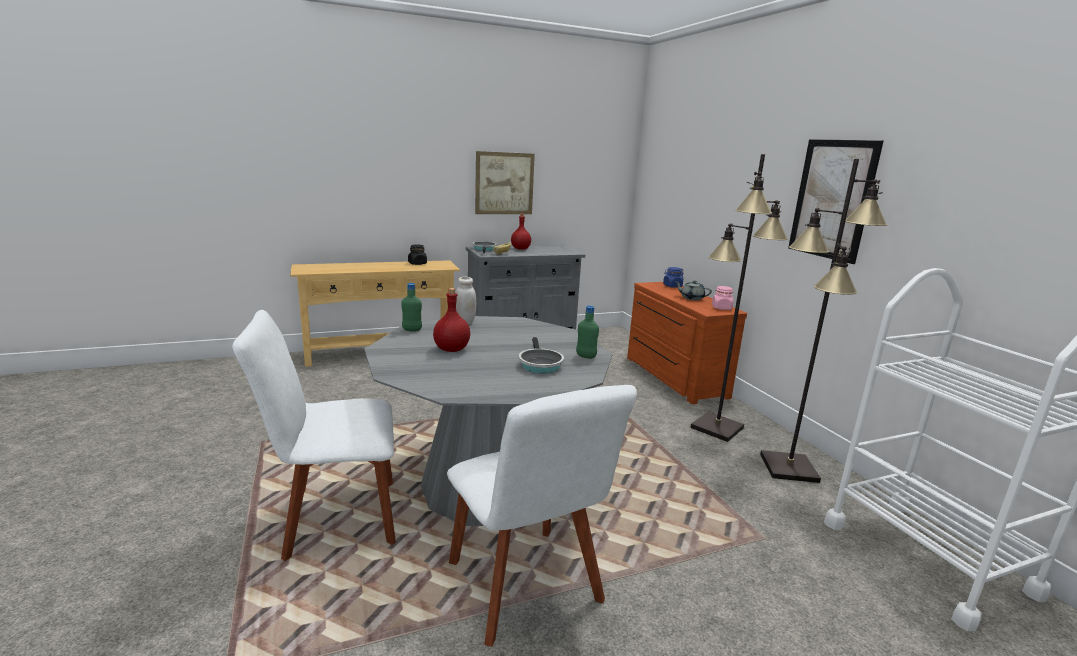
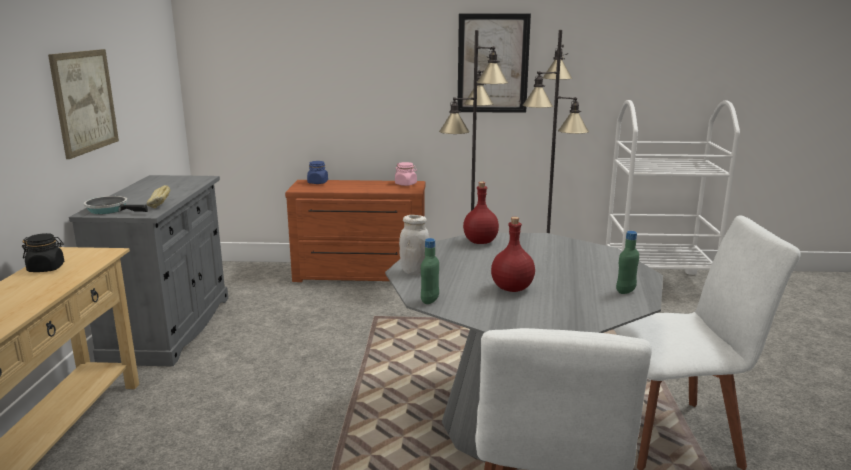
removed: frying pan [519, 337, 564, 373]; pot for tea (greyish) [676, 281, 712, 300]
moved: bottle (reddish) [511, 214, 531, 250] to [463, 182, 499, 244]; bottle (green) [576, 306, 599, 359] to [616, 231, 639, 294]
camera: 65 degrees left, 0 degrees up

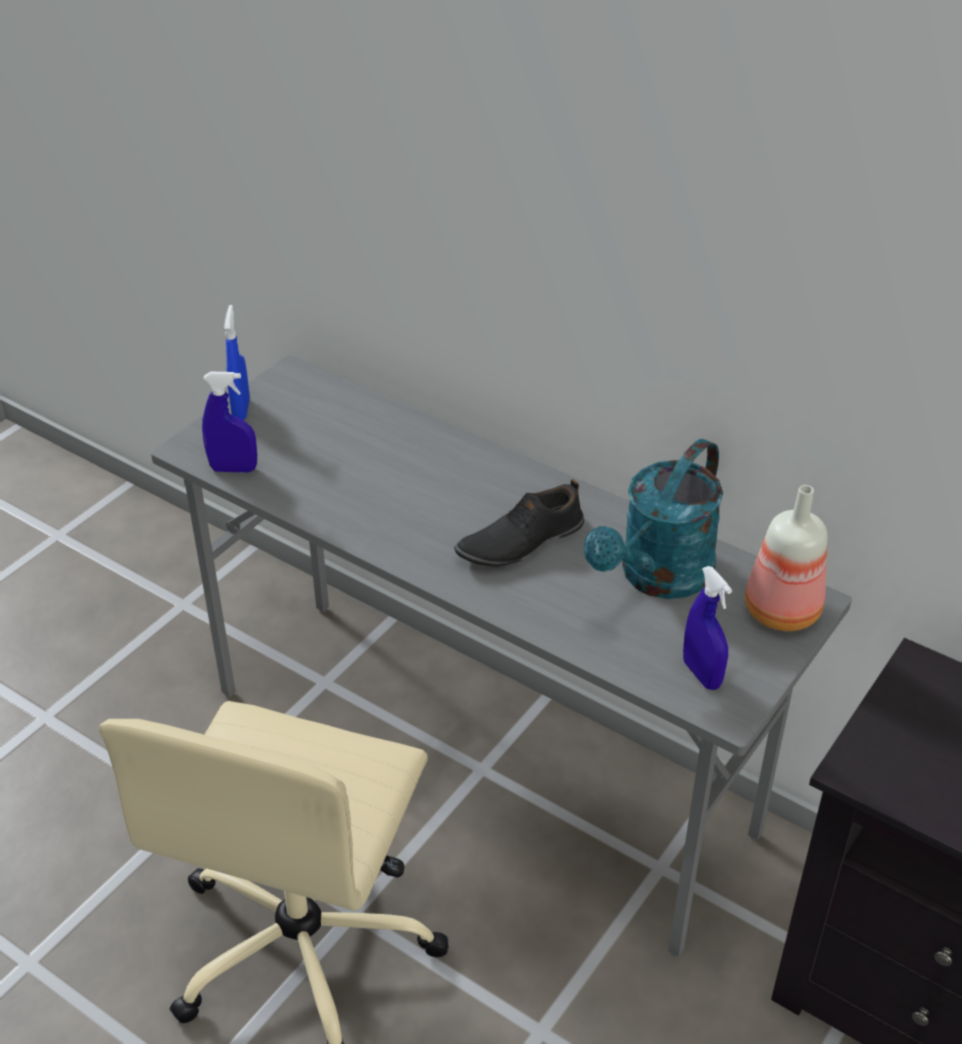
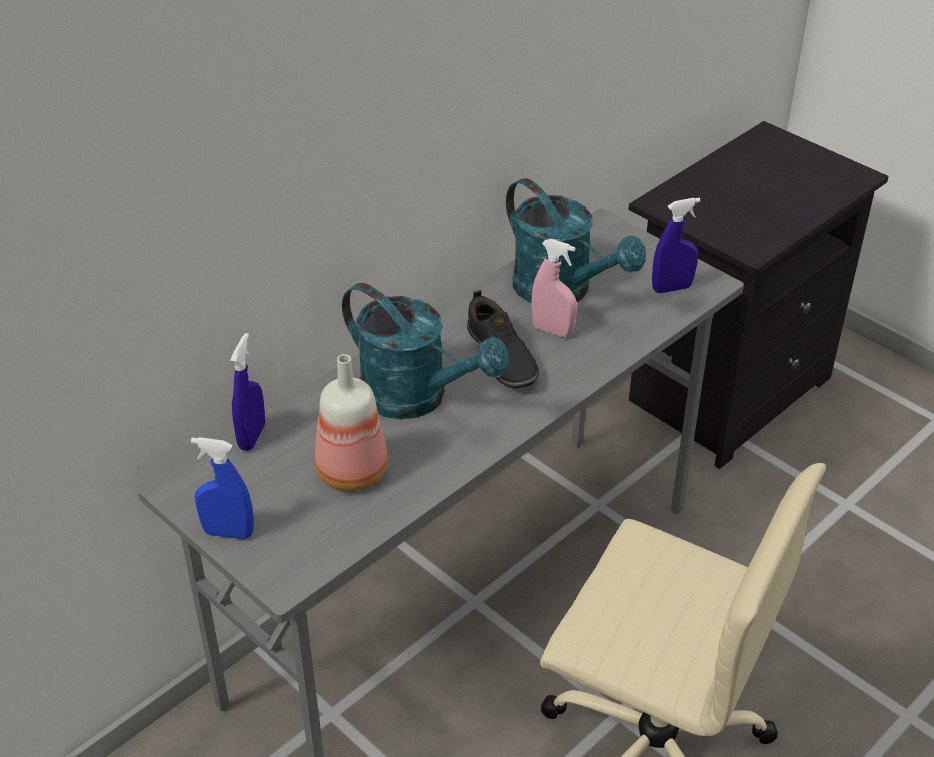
added: watering can (turquoise) [342, 283, 509, 419]; hand sprayer (pinkish) [532, 239, 577, 338]
moved: hand sprayer (blue) [202, 372, 257, 473] to [230, 333, 265, 451]; bottle [745, 485, 828, 631] to [315, 354, 388, 491]
camera: 80 degrees left, 0 degrees up

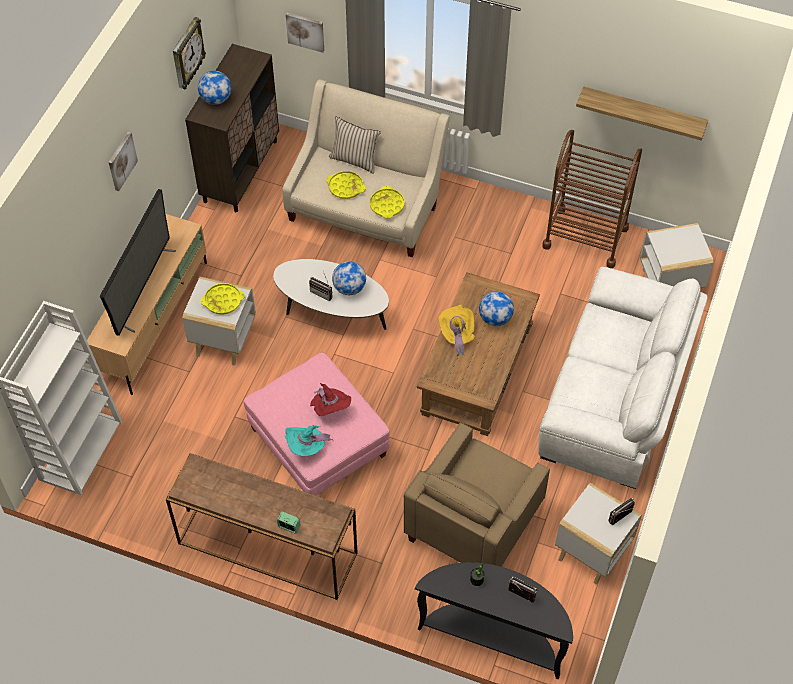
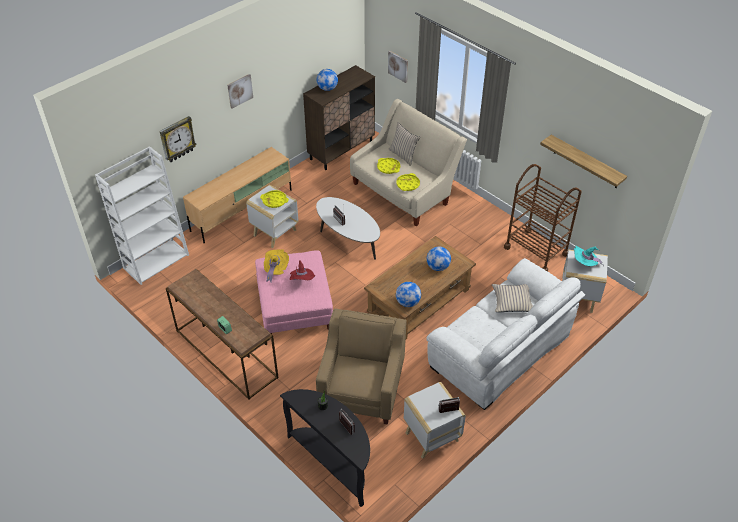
removed: TV set [100, 189, 176, 336]
added: throw pillow (sand-coloured) [492, 284, 533, 312]
moved: wall clock [173, 17, 206, 90] to [159, 116, 197, 162]; hat (turquoise) [285, 425, 332, 457] to [574, 246, 603, 266]; desk globe [332, 261, 366, 295] to [396, 282, 421, 307]; hat (yellow) [438, 305, 475, 356] to [264, 249, 289, 282]
turned: armchair (sand-coloured) [404, 422, 550, 566] = [316, 308, 407, 425] 135 degrees clockwise
camera: 25 degrees right, 10 degrees down

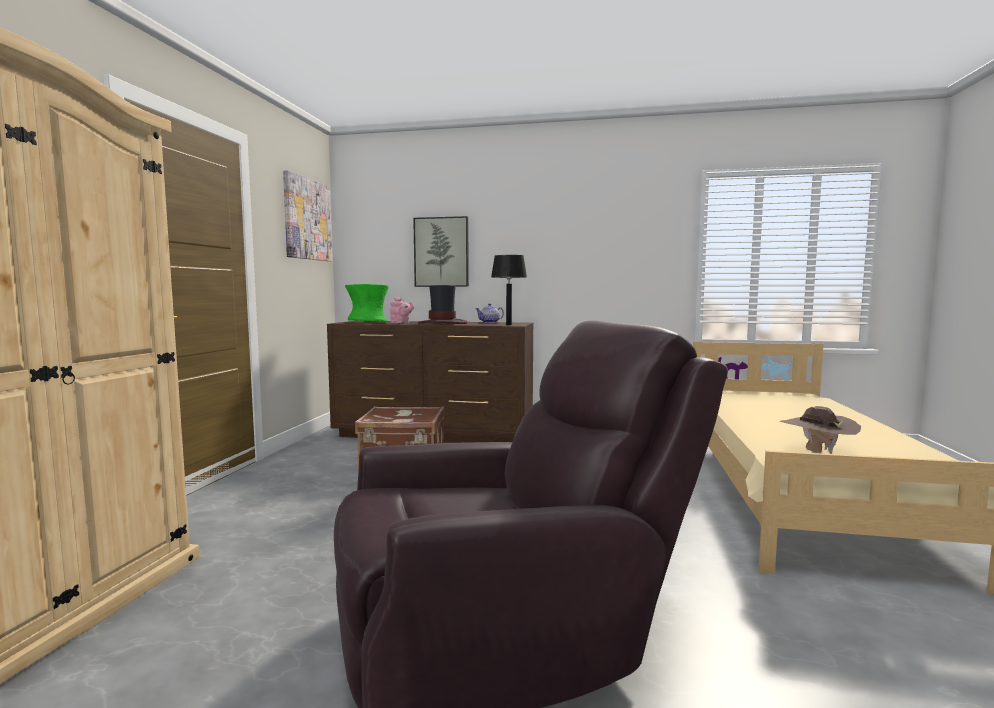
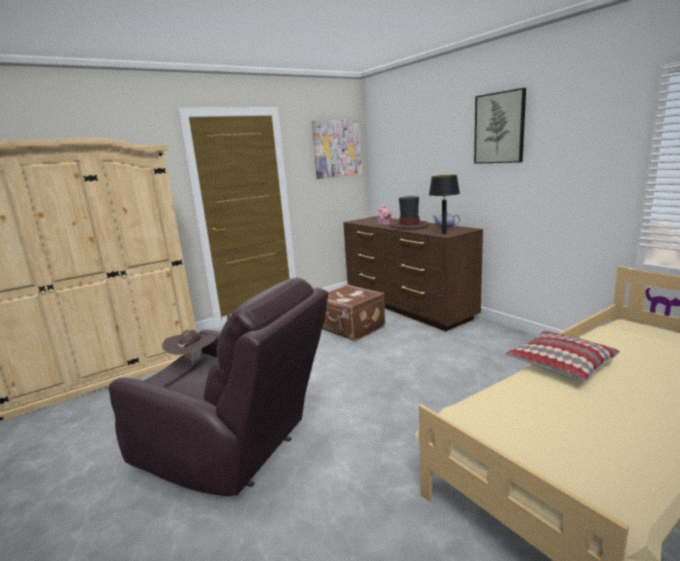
removed: flower vase (green) [345, 284, 389, 322]
added: throw pillow [506, 331, 620, 382]
moved: picture [413, 216, 469, 287] to [474, 88, 526, 164]; hat (brownish) [779, 406, 861, 454] to [162, 329, 216, 365]
camera: 45 degrees right, 10 degrees up

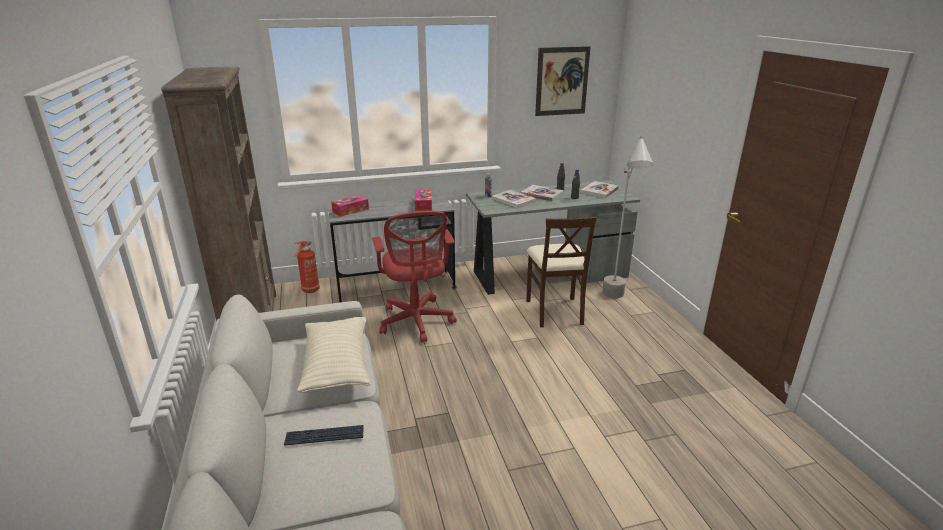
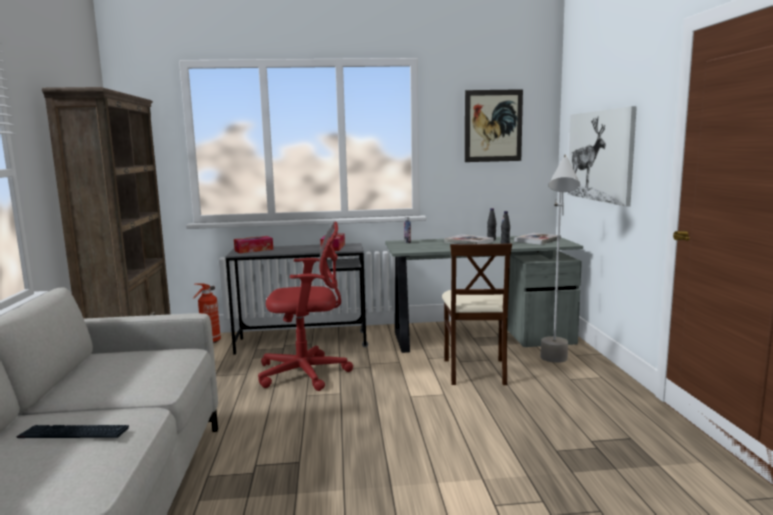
removed: throw pillow (sand-coloured) [297, 317, 370, 393]; book [492, 190, 536, 208]
added: picture [567, 106, 637, 207]
turned: office chair (reddish) [372, 211, 457, 343] = [258, 222, 353, 391] 90 degrees counterclockwise
camera: 10 degrees right, 15 degrees down

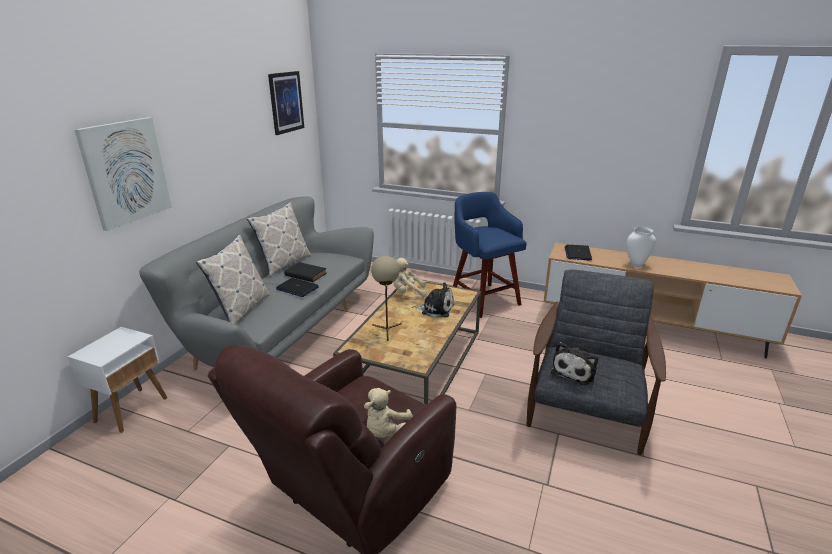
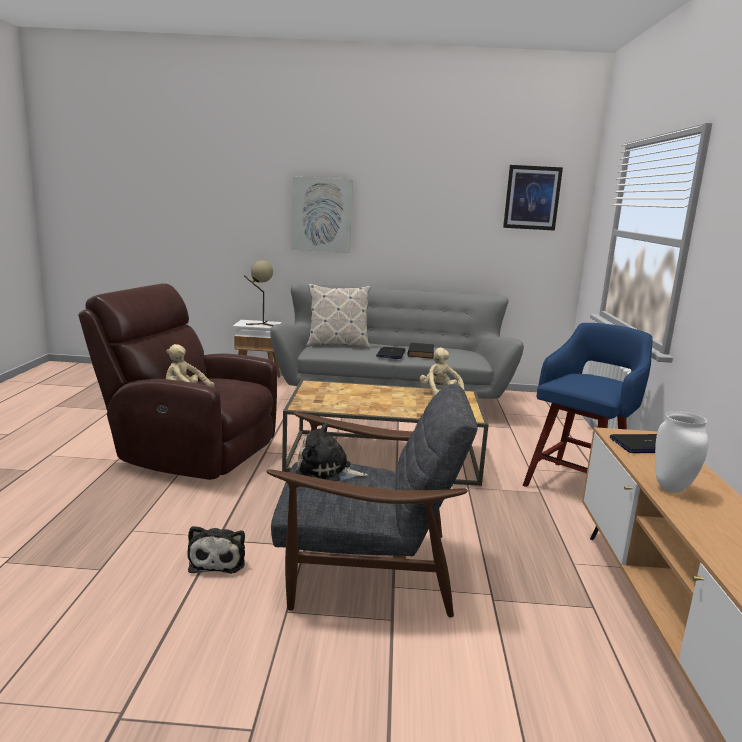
removed: throw pillow [247, 202, 311, 277]
moved: lamp for a table (sand-coloured) [371, 256, 402, 341] to [244, 260, 274, 326]; cuddly toy [412, 282, 454, 318] to [188, 526, 245, 574]
camera: 70 degrees right, 10 degrees down

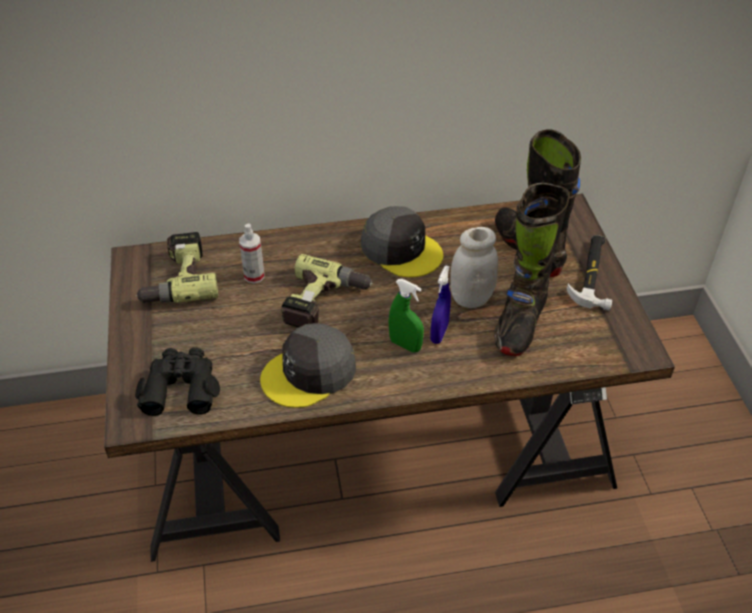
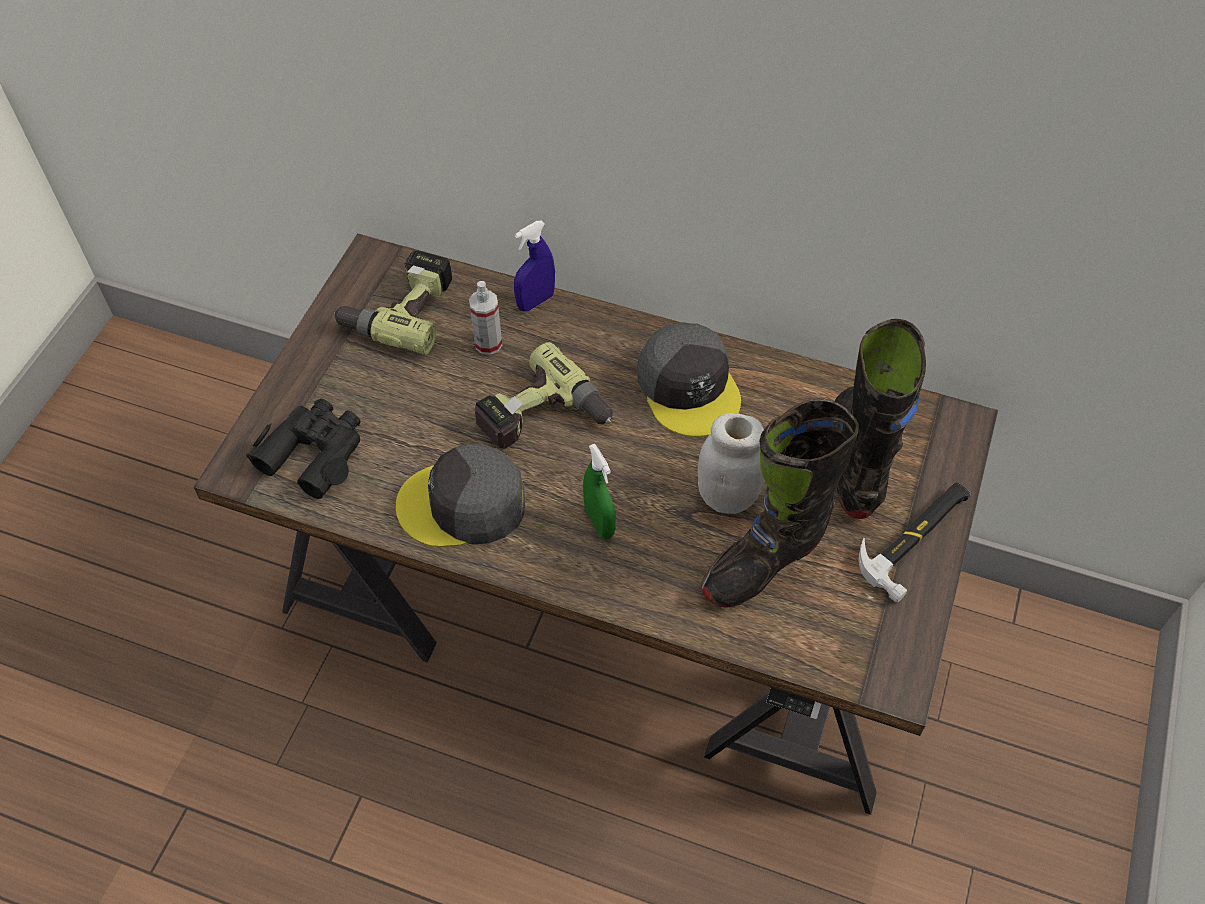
moved: hand sprayer (blue) [430, 265, 451, 344] to [514, 221, 555, 312]
camera: 30 degrees right, 10 degrees up

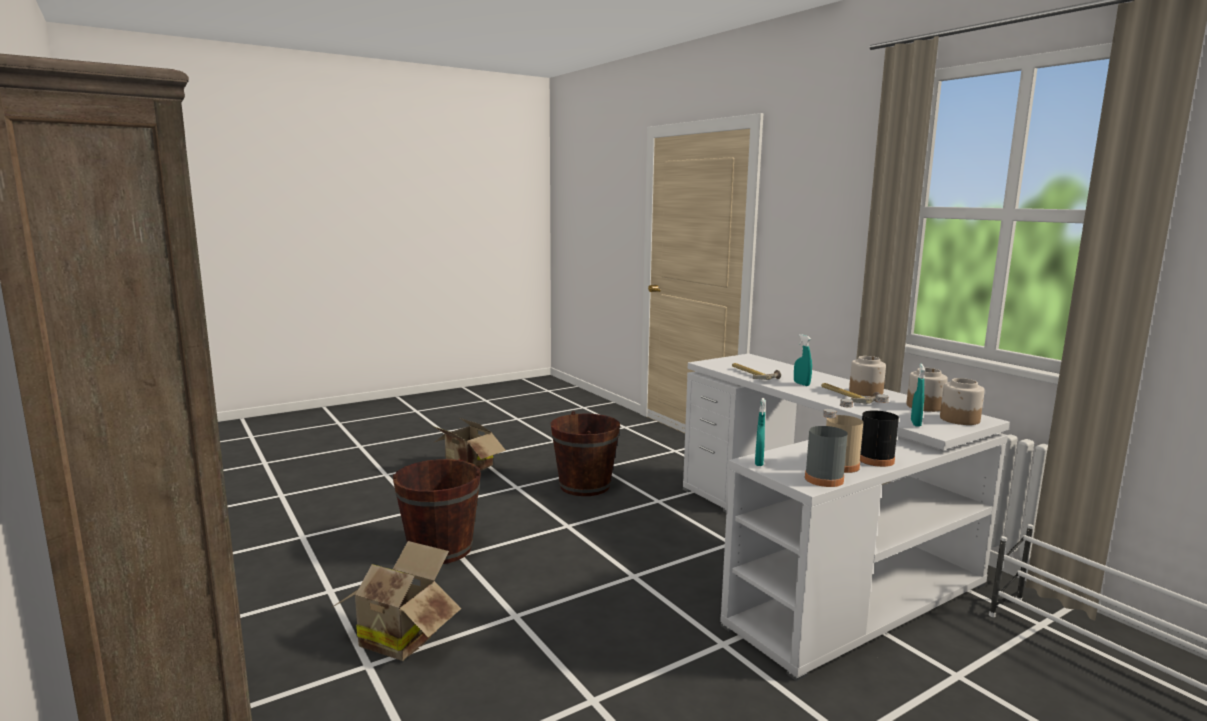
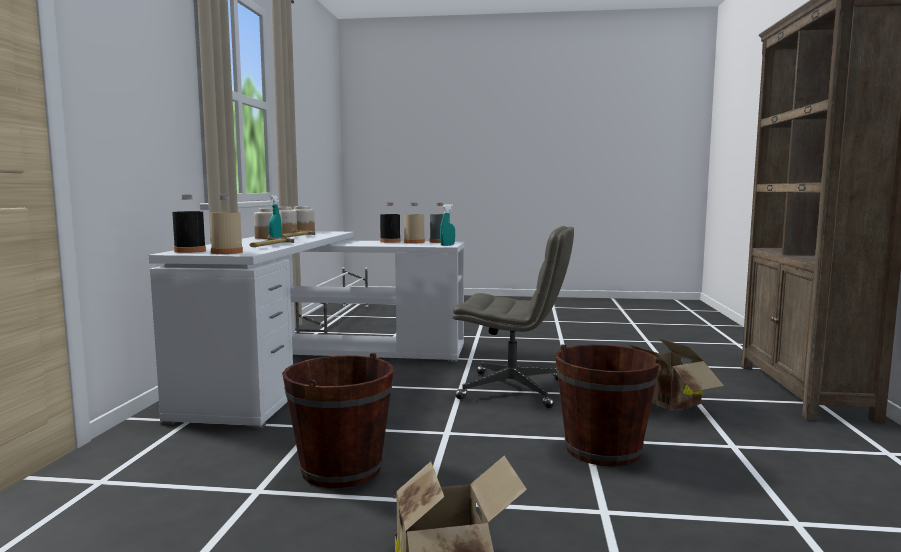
removed: hand sprayer (turquoise) [911, 364, 925, 427]
added: bottle (black) [172, 195, 206, 253]; bottle (sand-coloured) [210, 195, 243, 254]; office chair (greyish) [453, 226, 574, 408]
camera: 140 degrees left, 5 degrees down

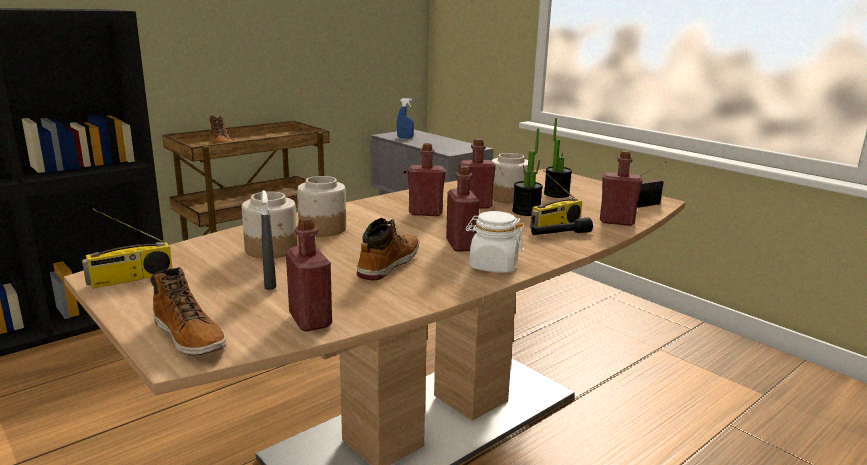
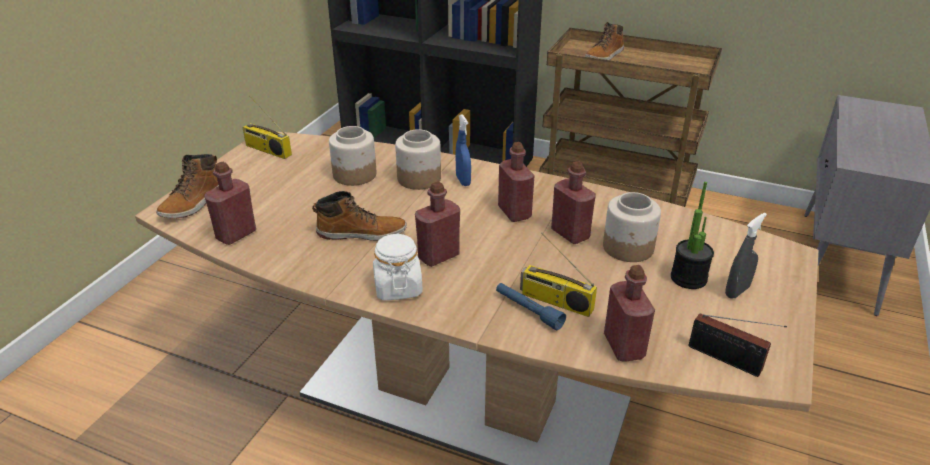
removed: plant in a pot [512, 128, 543, 216]
moved: hand sprayer (greyish) [261, 190, 276, 290] to [725, 213, 767, 299]; hand sprayer (blue) [397, 98, 414, 138] to [456, 114, 471, 186]
recoloured: hand torch (black) [531, 217, 593, 235] to hand torch (blue) [496, 283, 566, 330]
camera: 65 degrees right, 15 degrees up

